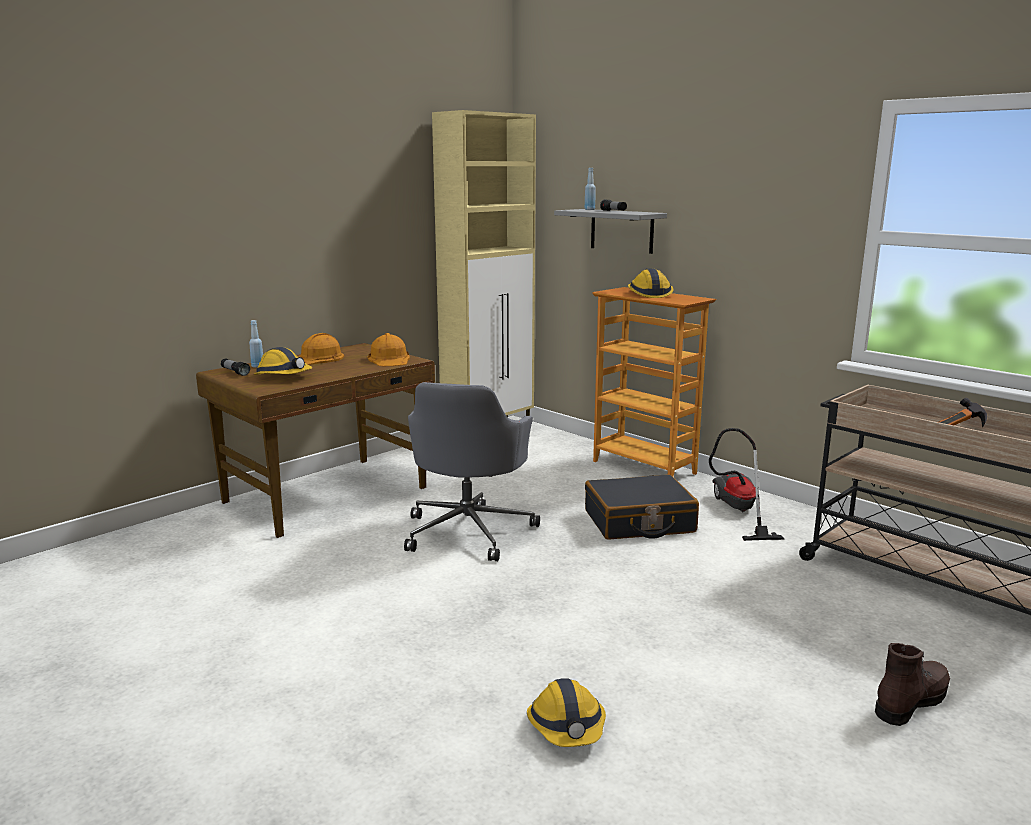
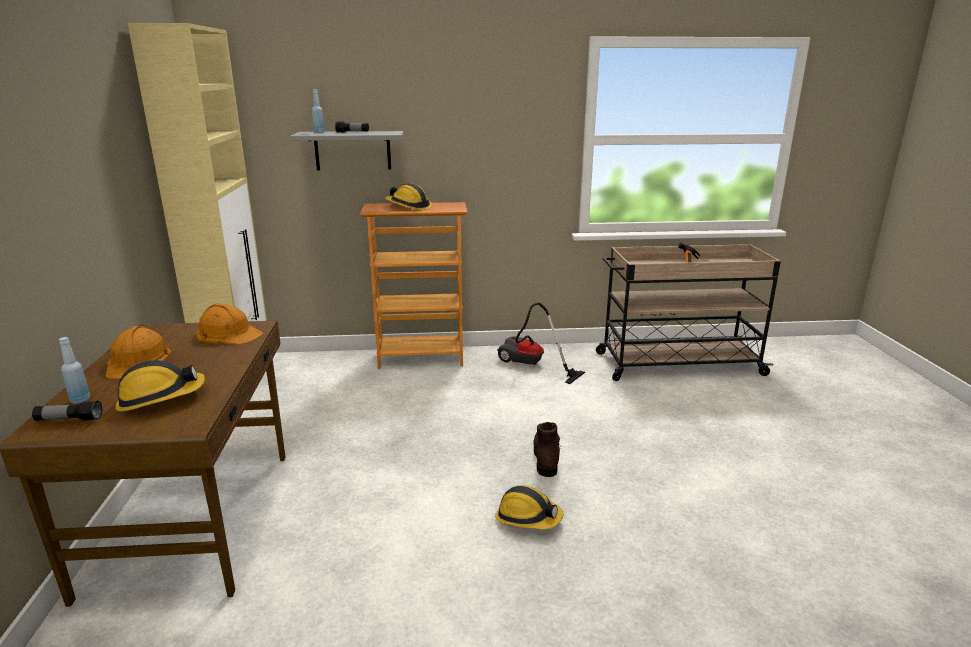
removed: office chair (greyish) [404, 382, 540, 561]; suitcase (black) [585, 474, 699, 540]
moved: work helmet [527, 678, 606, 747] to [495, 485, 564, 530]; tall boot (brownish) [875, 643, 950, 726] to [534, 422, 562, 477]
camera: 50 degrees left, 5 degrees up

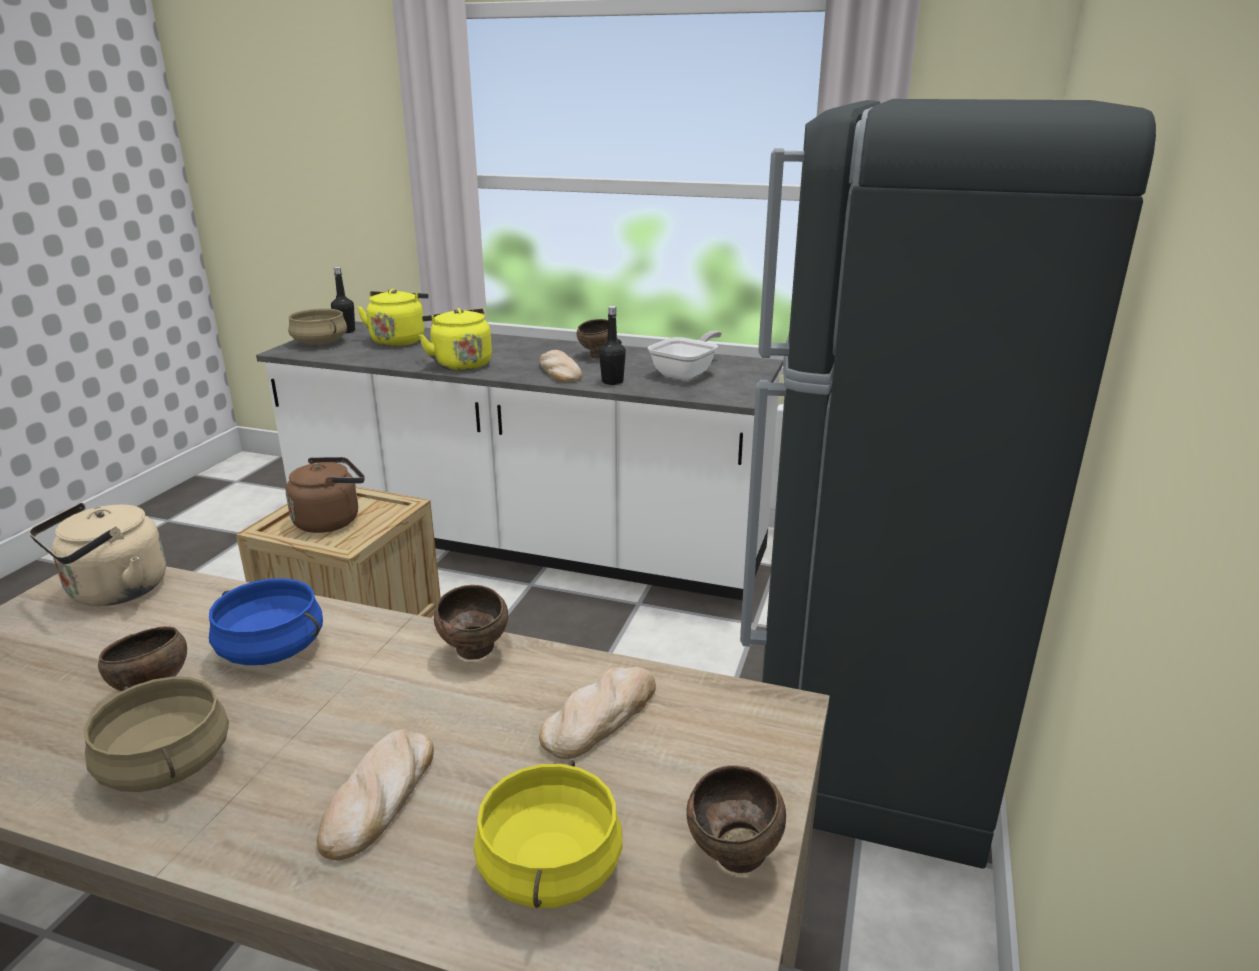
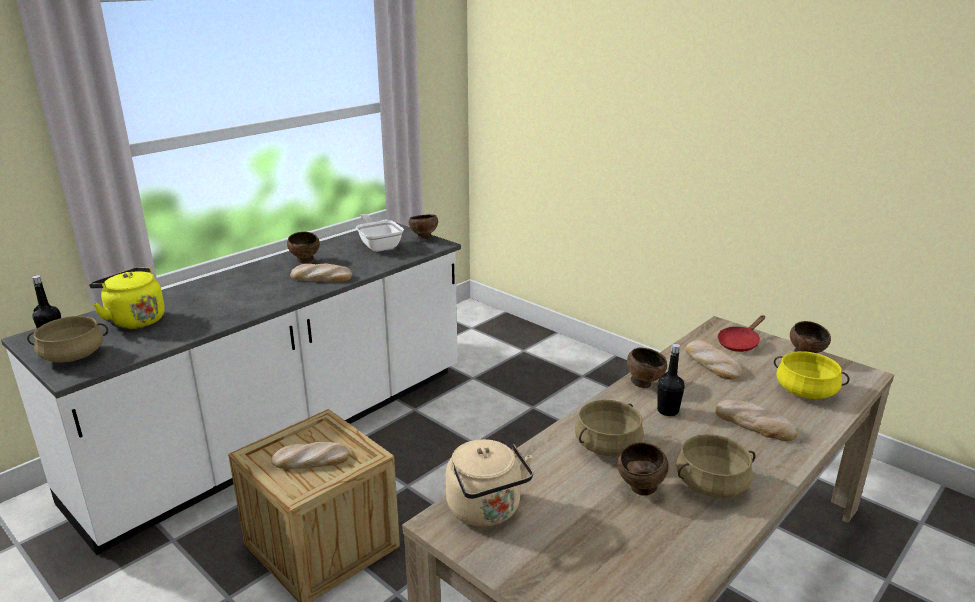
removed: water kettle (yellow) [419, 308, 492, 371]; kitchen fridge (black) [740, 99, 1156, 869]
added: bowl (brownish) [409, 214, 438, 240]; frying pan (reddish) [718, 315, 765, 352]
moved: bottle (black) [599, 306, 626, 385] to [657, 344, 685, 416]
replaced: water kettle (brownish) [286, 457, 364, 533] to bakery bread [271, 442, 349, 469]
recoloured: cooking pot (blue) [209, 578, 323, 665] to cooking pot (sand-coloured) [575, 400, 644, 456]
camera: 65 degrees left, 0 degrees up

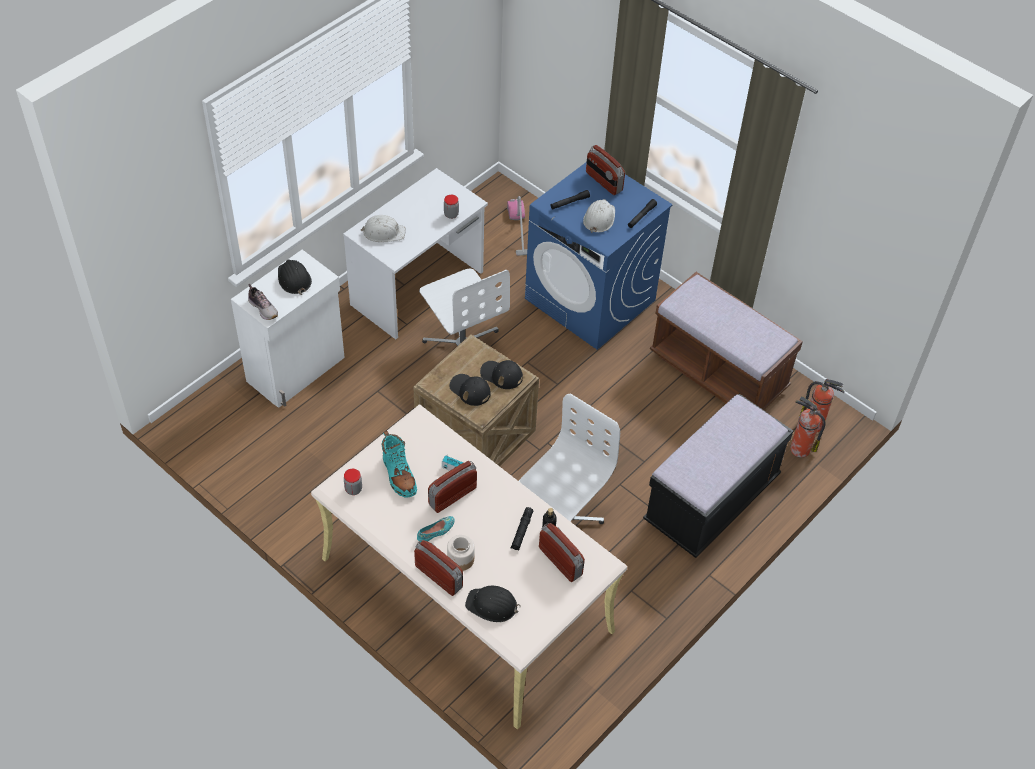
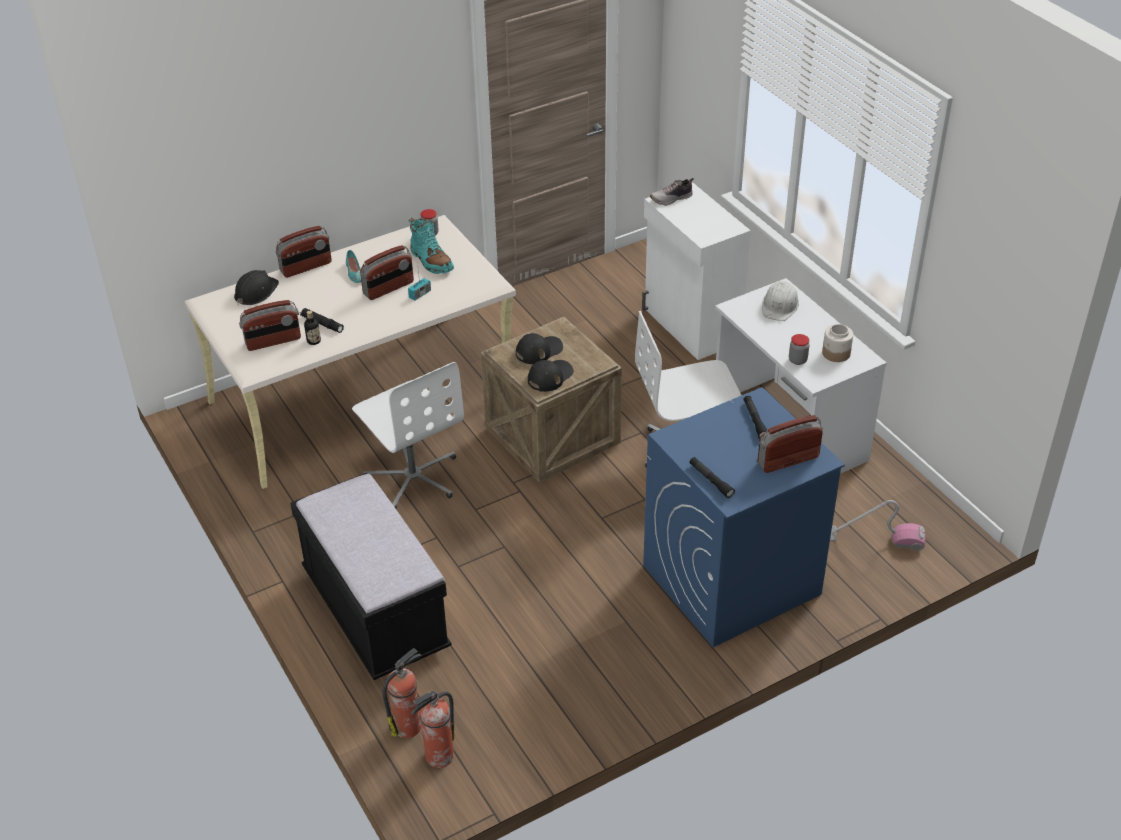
removed: work helmet (black) [278, 259, 312, 295]; work helmet (white) [583, 199, 615, 233]; long seat (brownish) [650, 272, 803, 410]
moved: storage jar [447, 535, 475, 571] to [822, 324, 853, 362]
turned: tall boot (turquoise) [381, 431, 417, 497] = [408, 218, 454, 274] 120 degrees counterclockwise; radio receiver [428, 461, 477, 513] = [360, 245, 414, 300] 75 degrees clockwise
camera: 110 degrees right, 10 degrees down

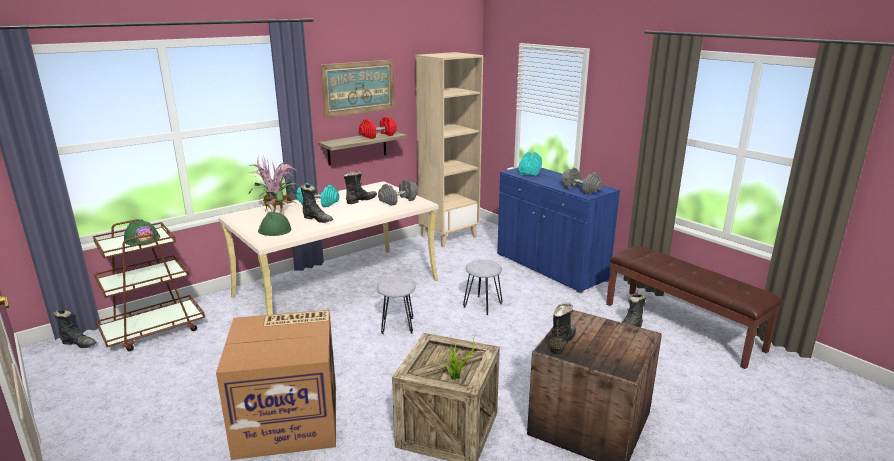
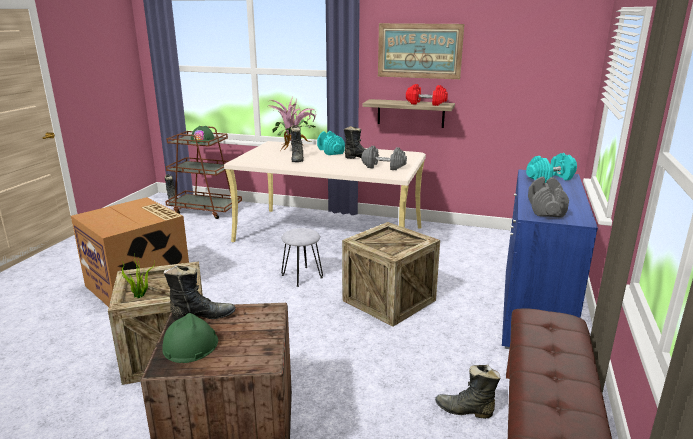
removed: bookcase (sand-coloured) [415, 52, 483, 247]
moved: work helmet (green) [258, 212, 291, 236] to [162, 313, 218, 363]
replaced: stool (greyish) [463, 260, 502, 315] to crate [342, 222, 440, 327]
camera: 55 degrees right, 0 degrees up

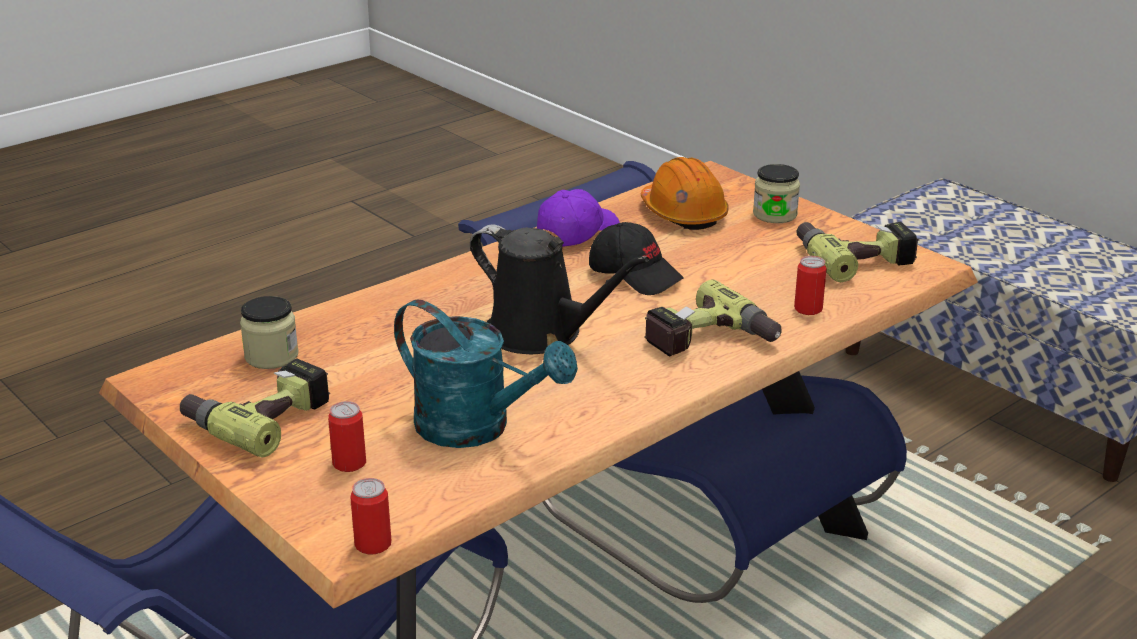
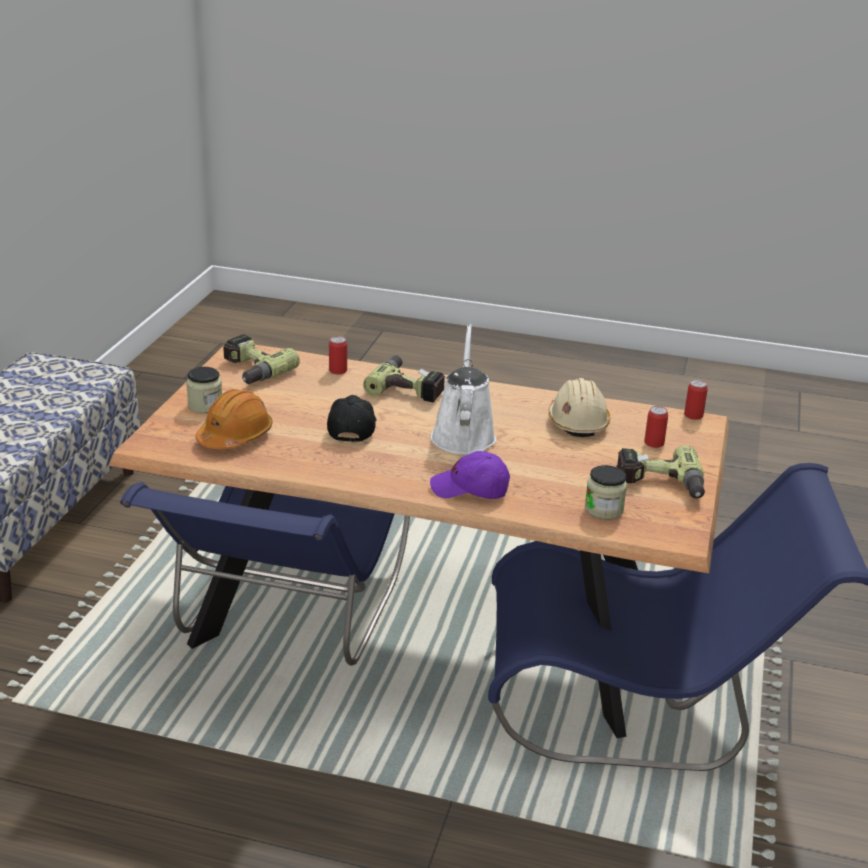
moved: cap (purple-coloured) [537, 189, 620, 247] to [430, 451, 510, 499]
replaced: watering can (turquoise) [394, 300, 578, 448] to work helmet (sand-coloured) [549, 378, 610, 437]
recoloured: watering can (black) [470, 225, 649, 354] to watering can (white) [431, 324, 496, 455]
camera: 125 degrees left, 0 degrees up

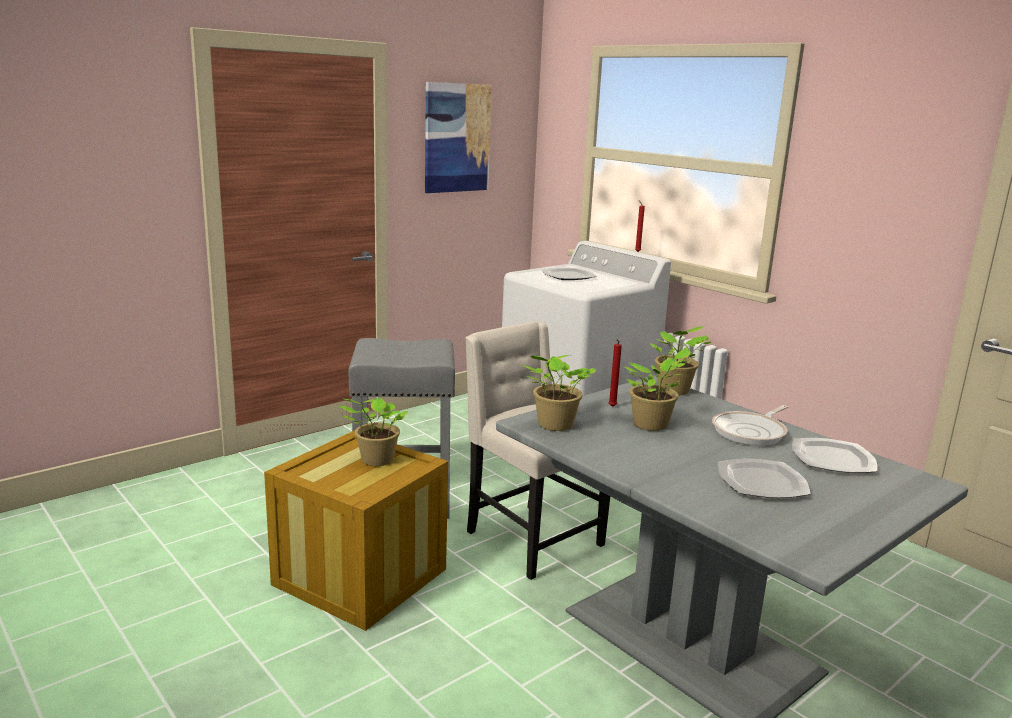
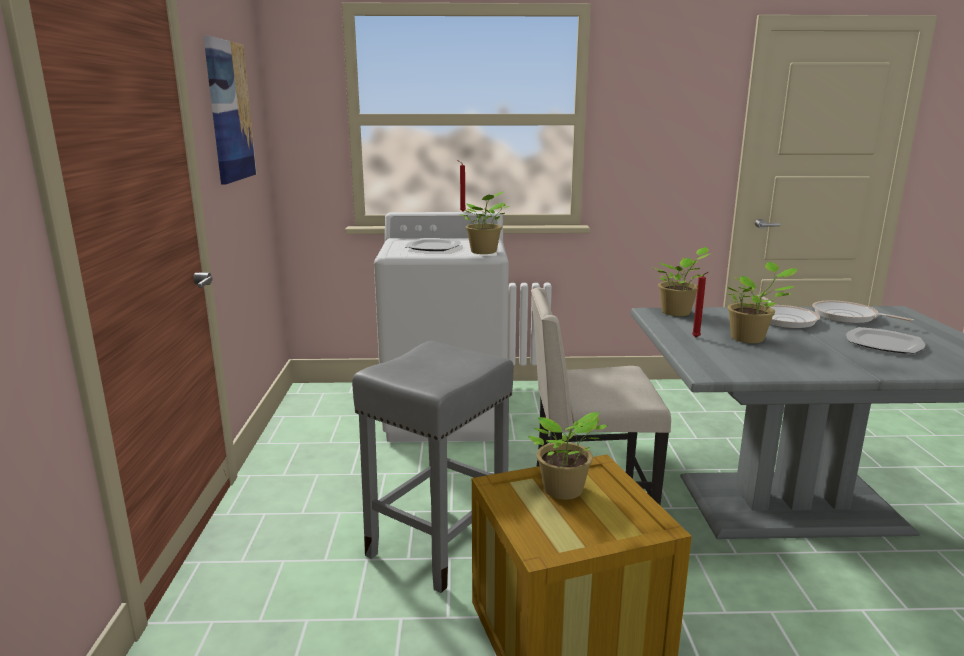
moved: plant in a pot [521, 355, 596, 431] to [460, 192, 509, 254]
replaced: plate [792, 438, 877, 473] to frying pan [812, 300, 913, 323]
camera: 50 degrees left, 0 degrees up

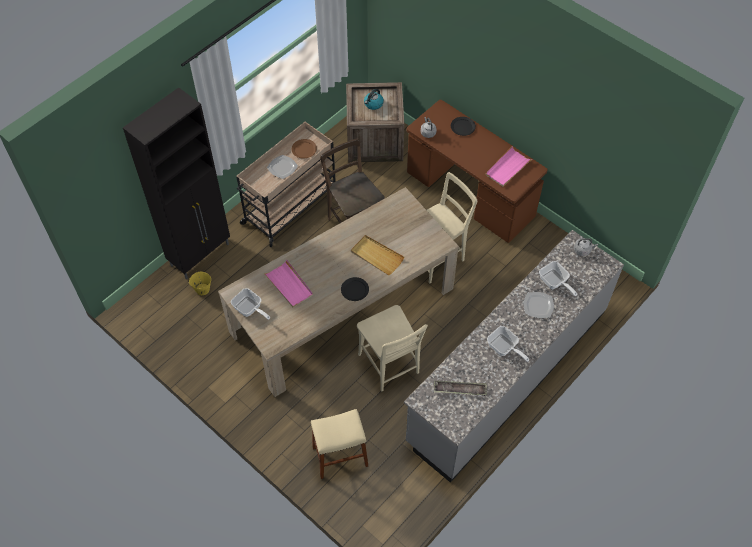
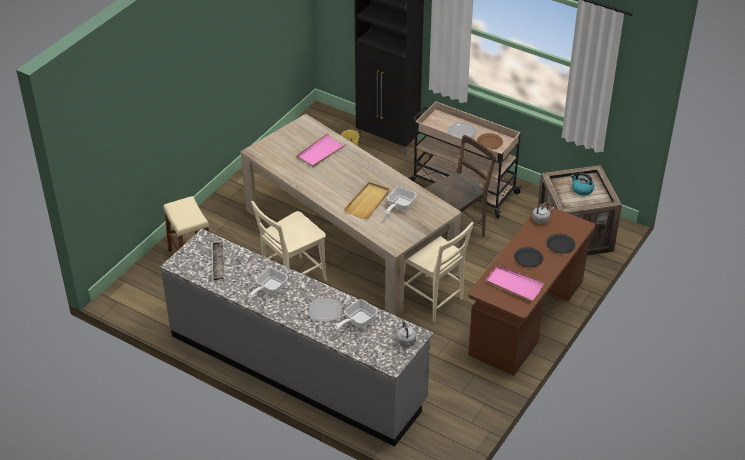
moved: frying pan [231, 288, 270, 320] to [385, 187, 417, 215]; plate (black) [341, 277, 369, 301] to [514, 247, 543, 267]
camera: 80 degrees right, 15 degrees down

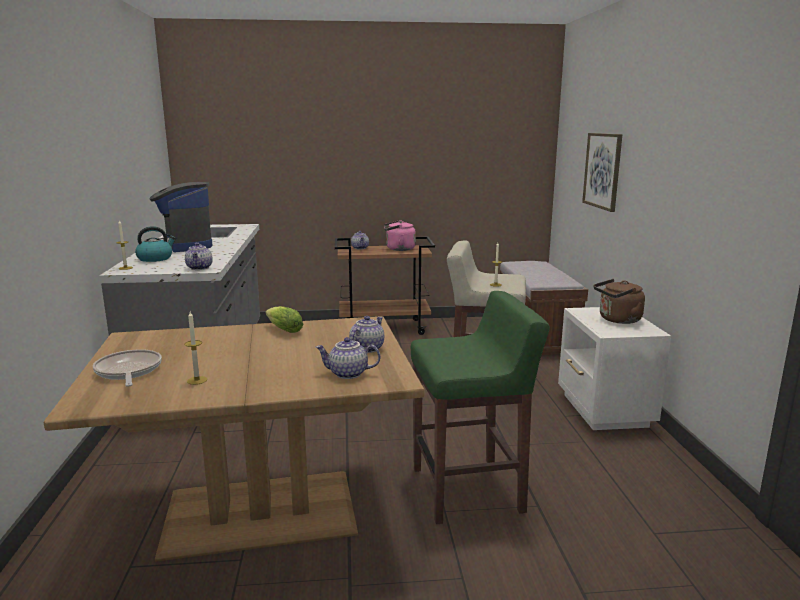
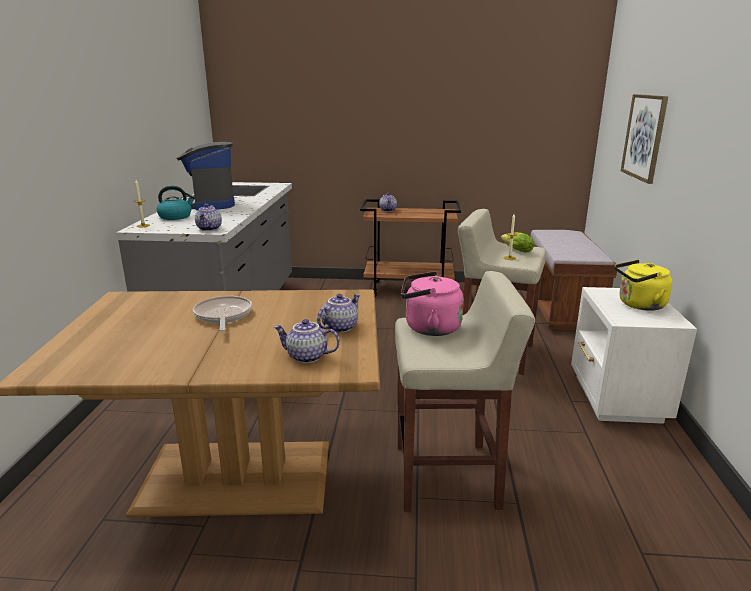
removed: wax light [184, 312, 207, 385]
moved: frying pan [93, 349, 162, 387] to [193, 296, 252, 331]; lettuce head [265, 306, 303, 333] to [501, 232, 534, 252]; water kettle (pinkish) [384, 220, 416, 251] to [401, 271, 464, 336]
recoloured: stool (green) [411, 291, 550, 524] to stool (sand-coloured) [395, 271, 535, 512]; water kettle (brownish) [594, 279, 645, 324] to water kettle (yellow) [615, 260, 672, 311]
camera: 10 degrees right, 5 degrees up

